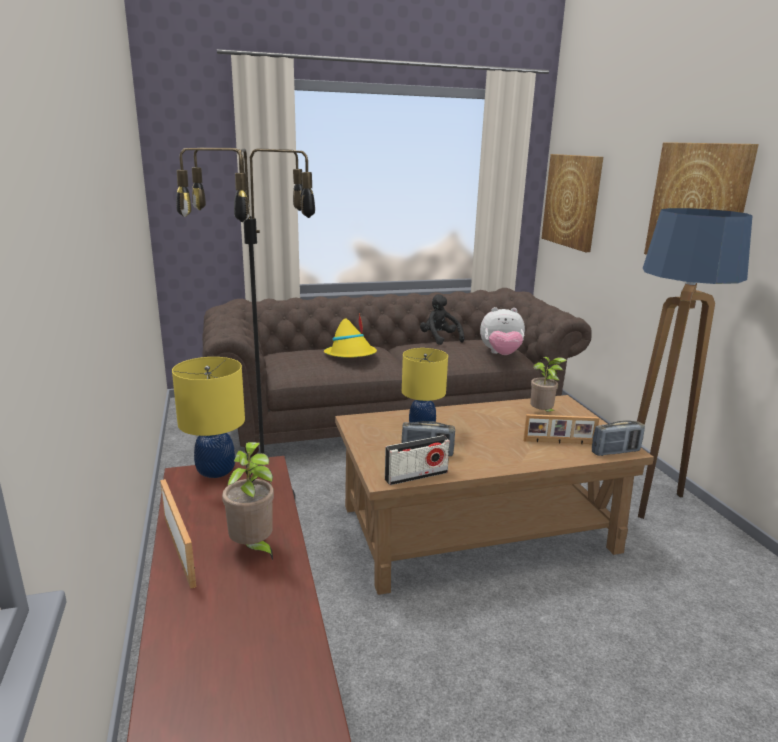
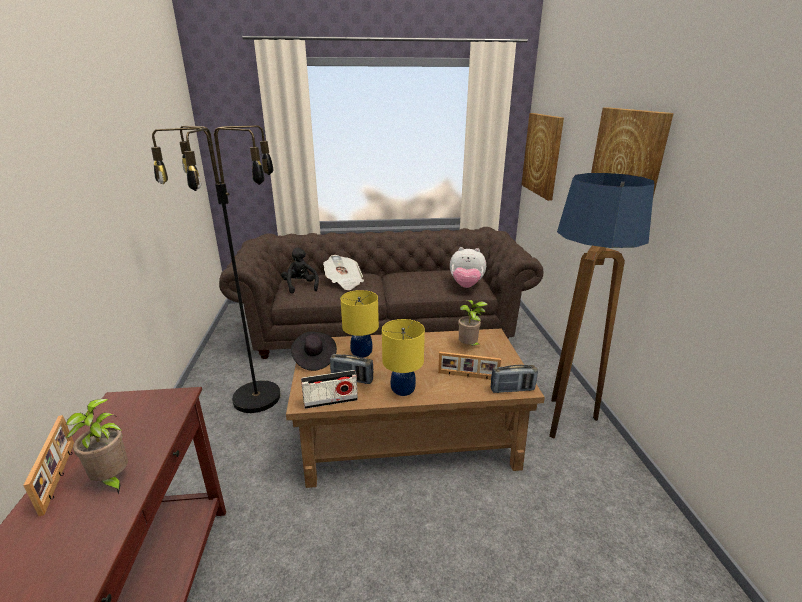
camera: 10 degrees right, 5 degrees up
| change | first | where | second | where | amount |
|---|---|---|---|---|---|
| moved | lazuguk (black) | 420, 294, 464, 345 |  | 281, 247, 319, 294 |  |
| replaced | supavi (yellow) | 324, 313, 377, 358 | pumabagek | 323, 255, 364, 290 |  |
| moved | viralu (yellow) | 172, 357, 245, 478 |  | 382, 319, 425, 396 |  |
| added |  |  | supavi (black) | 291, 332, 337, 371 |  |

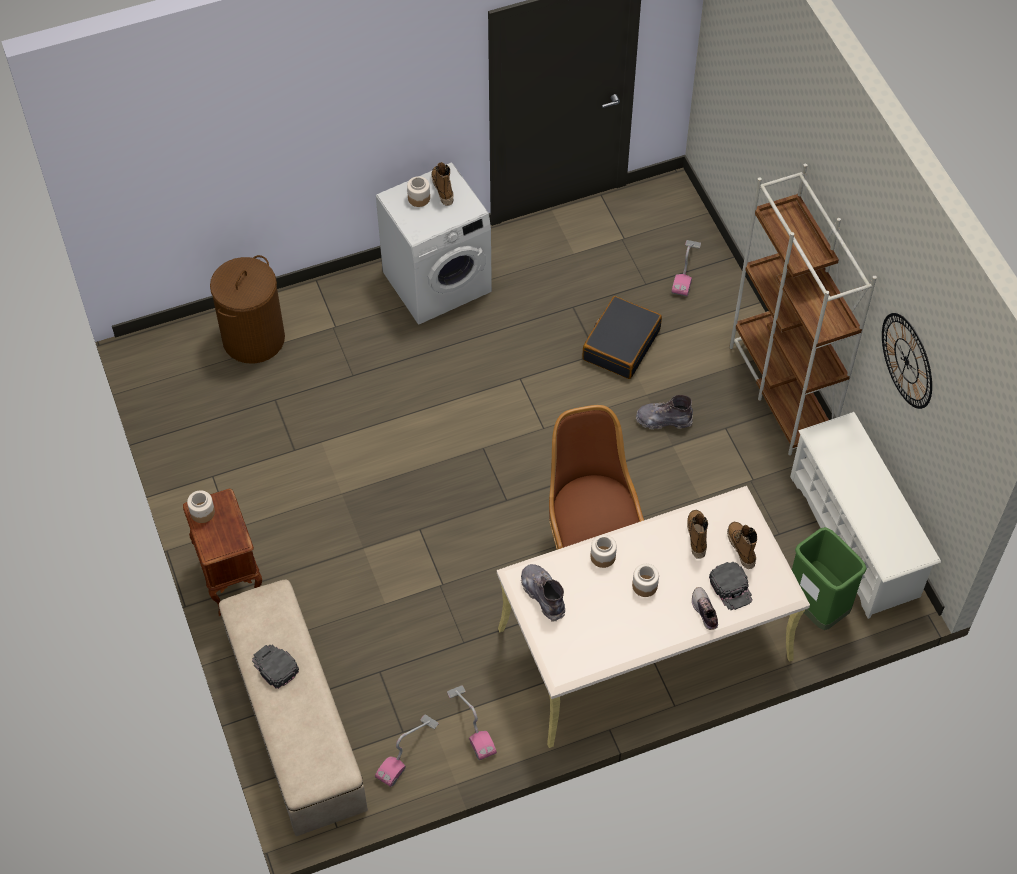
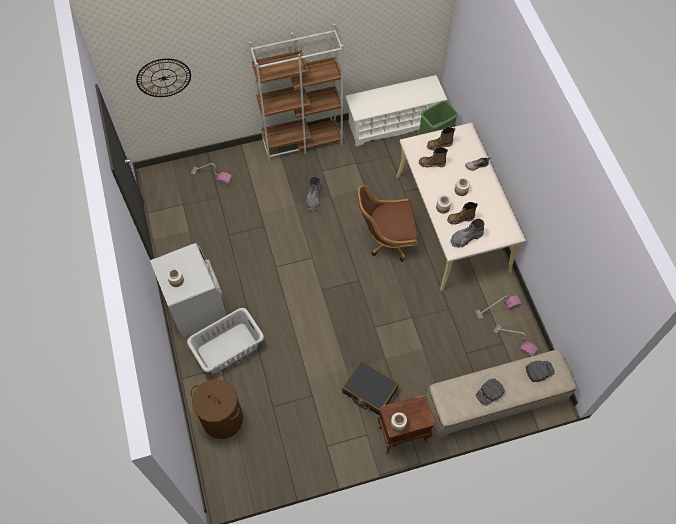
camera: 85 degrees left, 5 degrees up
| change | first | where | second | where | amount |
|---|---|---|---|---|---|
| moved | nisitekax | 432, 162, 453, 206 |  | 447, 202, 478, 225 |  |
| moved | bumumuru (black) | 582, 296, 662, 379 |  | 342, 360, 399, 416 |  |
| moved | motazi | 882, 313, 932, 409 |  | 136, 59, 191, 97 |  |
| moved | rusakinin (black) | 709, 562, 753, 610 |  | 526, 360, 555, 382 |  |
| added |  |  | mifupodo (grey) | 187, 308, 264, 373 |  |

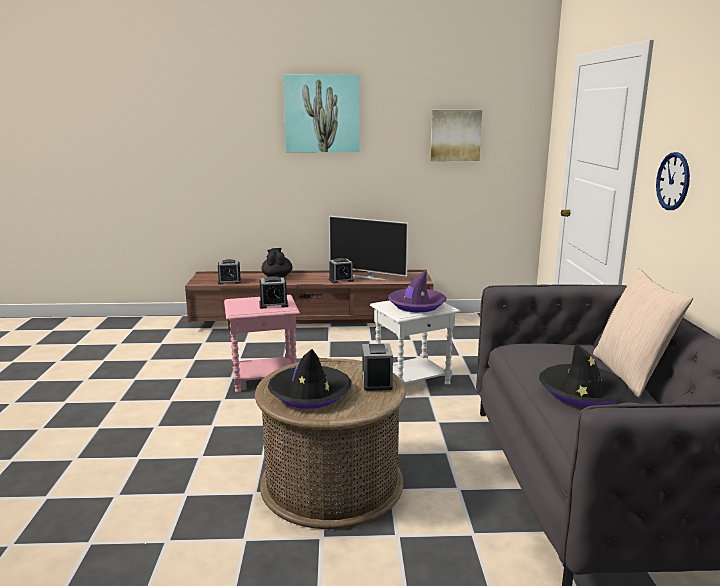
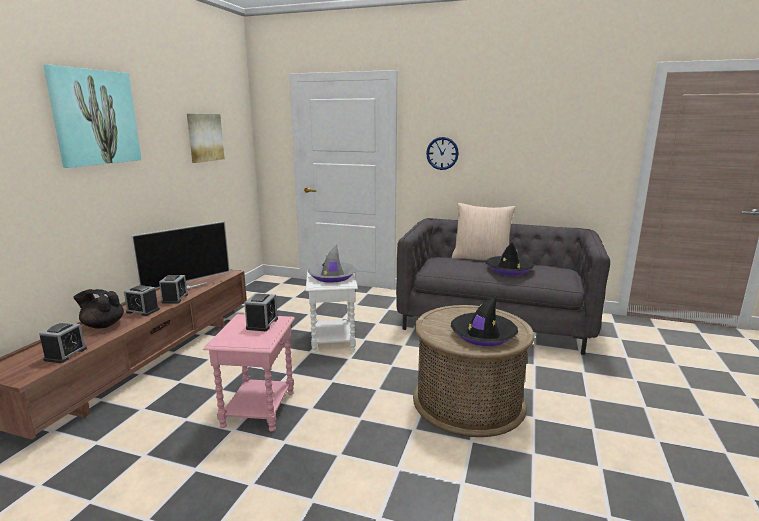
camera: 70 degrees left, 0 degrees up
| change | first | where | second | where | amount |
|---|---|---|---|---|---|
| recoloured | supavi (purple) | 388, 270, 446, 312 | supavi (grey) | 308, 245, 357, 283 |  |
| moved | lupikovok | 362, 343, 393, 391 |  | 124, 285, 160, 316 |  |

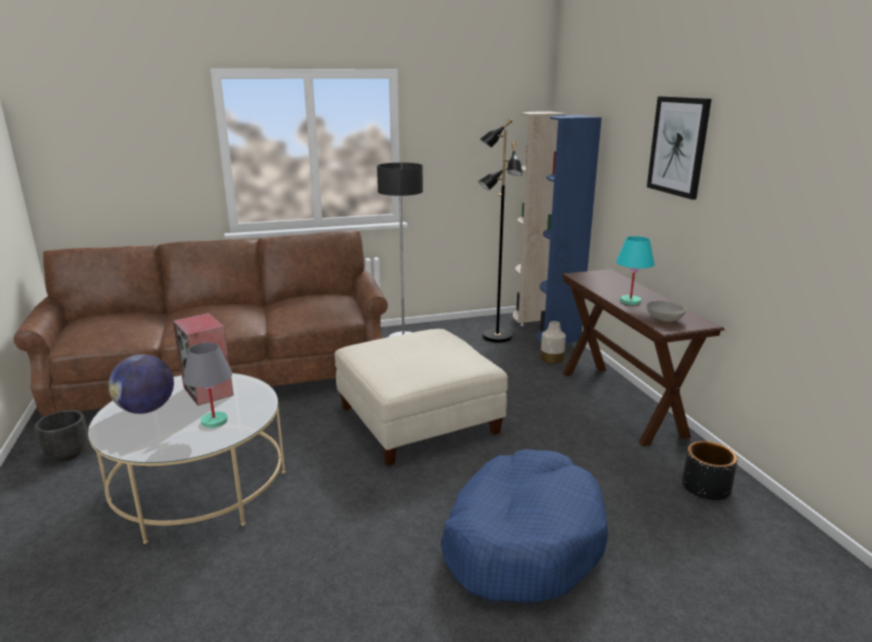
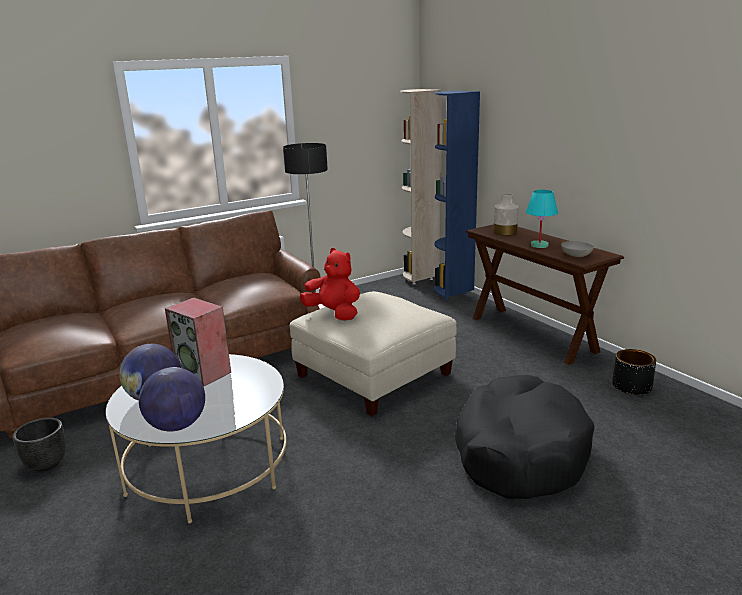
camera: 15 degrees left, 0 degrees up
| change | first | where | second | where | amount |
|---|---|---|---|---|---|
| removed | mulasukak | 647, 96, 711, 200 |  |  |  |
| removed | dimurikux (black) | 478, 118, 523, 343 |  |  |  |
| moved | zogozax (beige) | 540, 321, 566, 364 |  | 493, 193, 519, 236 |  |
| removed | viralu (grey) | 183, 342, 232, 428 |  |  |  |
| recoloured | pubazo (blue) | 441, 449, 608, 603 | pubazo (black) | 455, 375, 595, 499 |  |
| added |  |  | lazuguk (red) | 300, 248, 360, 321 |  |
| added |  |  | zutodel | 139, 367, 205, 431 |  |

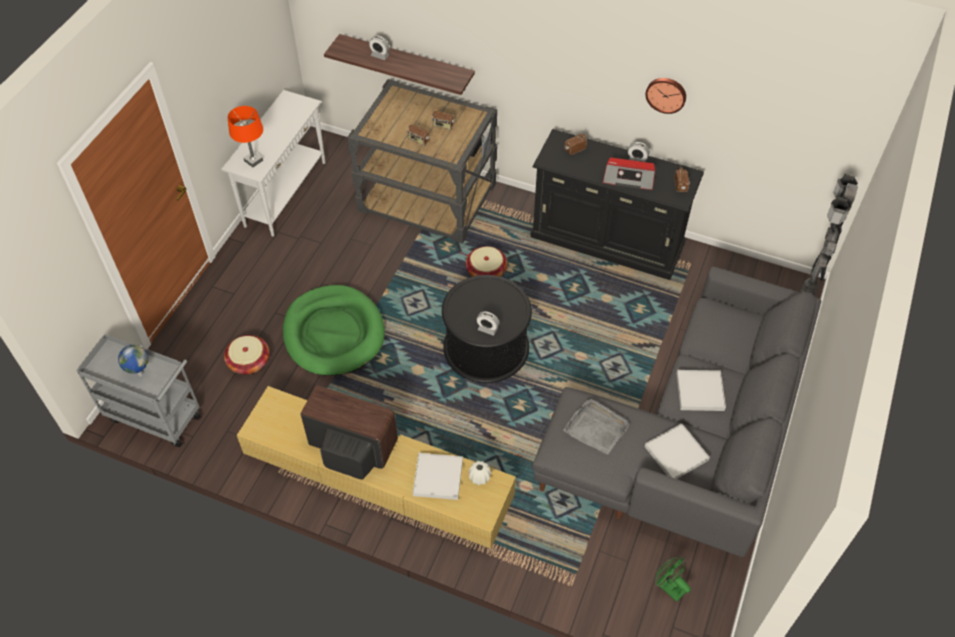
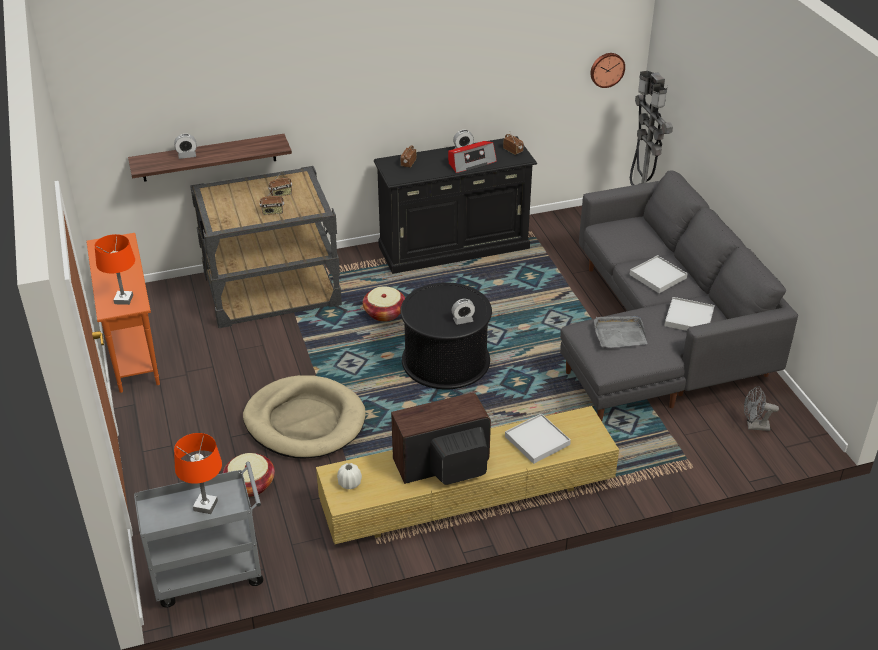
camera: 40 degrees left, 15 degrees down
| change | first | where | second | where | amount |
|---|---|---|---|---|---|
| moved | motazi | 645, 78, 686, 114 |  | 590, 53, 625, 88 |  |
| recoloured | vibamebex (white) | 221, 90, 325, 237 | vibamebex (orange) | 86, 233, 160, 393 |  |
| recoloured | pubazo (green) | 283, 285, 385, 376 | pubazo (beige) | 243, 375, 366, 459 |  |
| replaced | zutodel | 118, 345, 148, 376 | viralu (orange) | 174, 433, 222, 514 |  |
| moved | zogozax (white) | 469, 461, 491, 485 |  | 337, 463, 362, 489 |  |
| recoloured | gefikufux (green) | 656, 557, 691, 602 | gefikufux (grey) | 744, 386, 779, 431 |  |

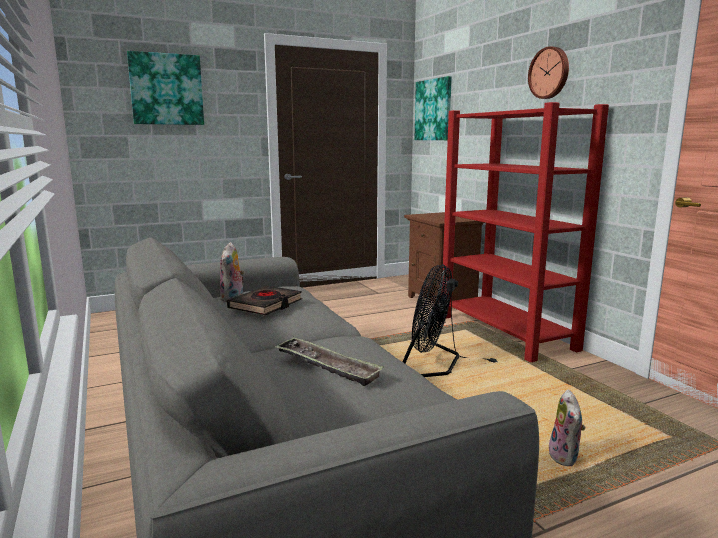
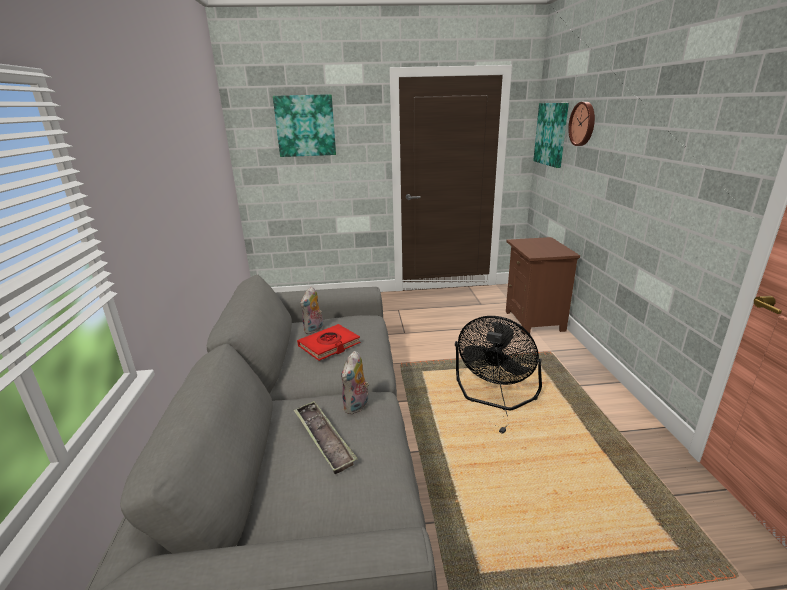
camera: 20 degrees right, 10 degrees up
| change | first | where | second | where | amount |
|---|---|---|---|---|---|
| moved | motazi | 528, 46, 569, 99 |  | 568, 102, 595, 146 |  |
| removed | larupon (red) | 442, 102, 609, 362 |  |  |  |
| turned | gefikufux (black) | 403, 264, 497, 377 |  | 455, 316, 542, 434 | 75 degrees clockwise |
| recoloured | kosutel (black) | 227, 286, 302, 315 | kosutel (red) | 297, 324, 361, 361 |  |
| moved | lazuguk | 549, 390, 585, 466 |  | 341, 351, 369, 414 |  |

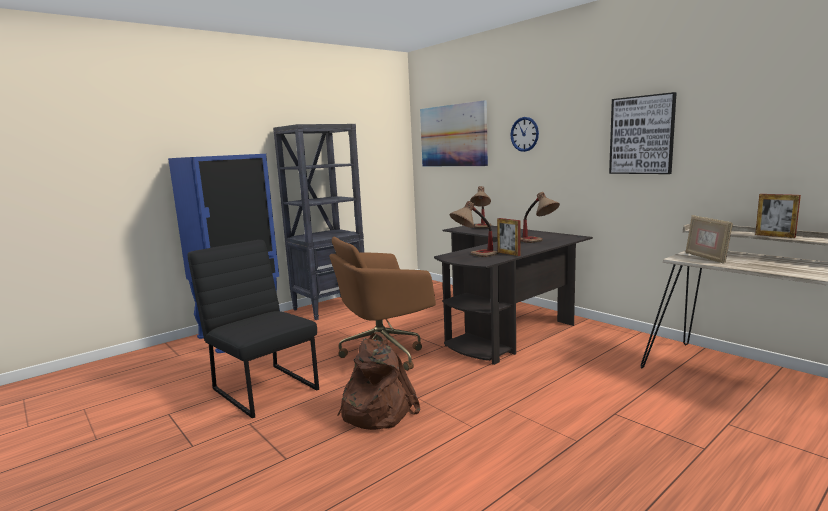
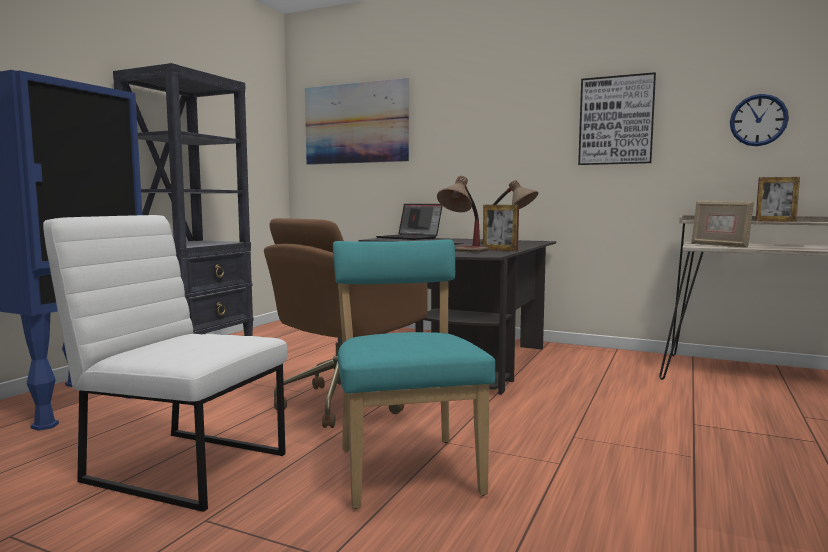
camera: 25 degrees left, 5 degrees down
| change | first | where | second | where | amount |
|---|---|---|---|---|---|
| moved | motazi | 510, 117, 539, 152 |  | 730, 94, 789, 146 |  |
| replaced | viralu | 470, 186, 491, 228 | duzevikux | 376, 204, 442, 240 |  |
| recoloured | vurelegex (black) | 188, 240, 319, 418 | vurelegex (white) | 43, 215, 287, 512 |  |
| replaced | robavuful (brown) | 337, 332, 420, 430 | vurelegex (turquoise) | 333, 239, 495, 509 |  |

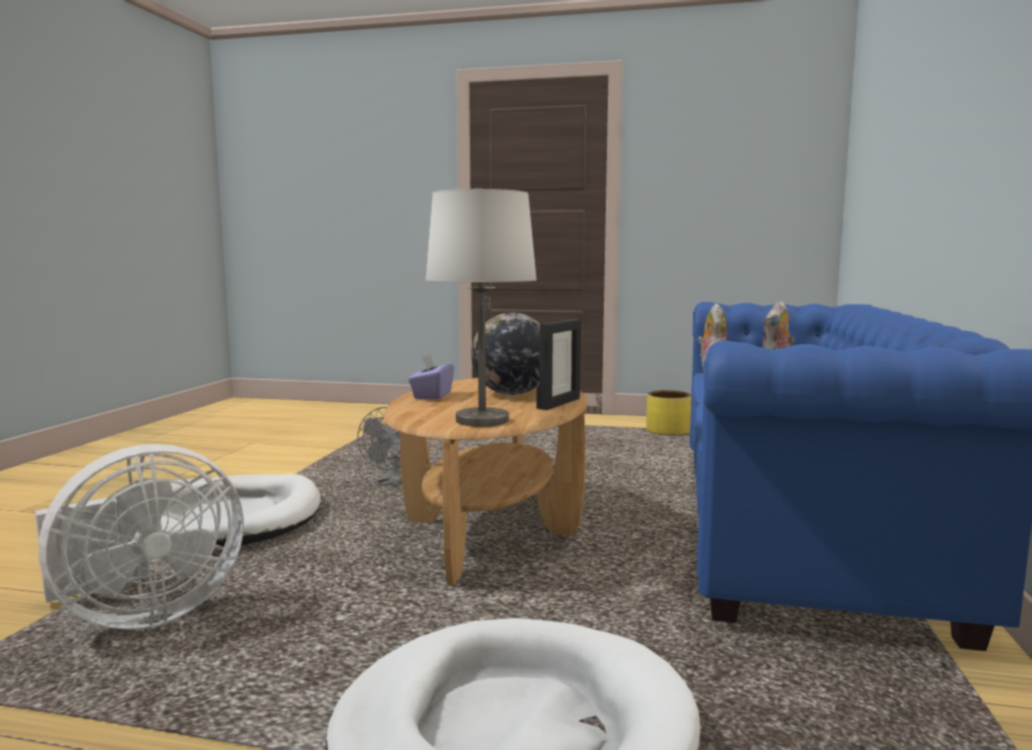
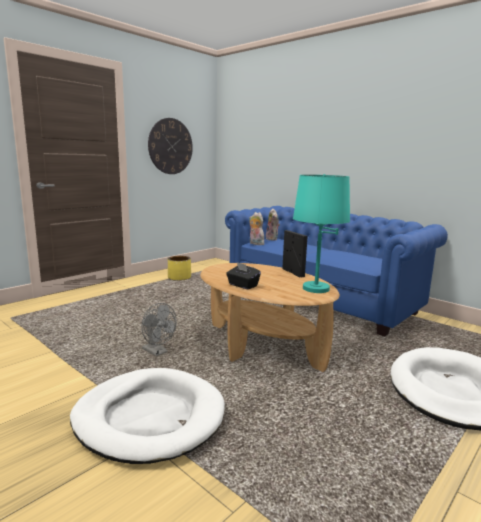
camera: 60 degrees left, 5 degrees up
| change | first | where | second | where | amount |
|---|---|---|---|---|---|
| recoloured | viralu (white) | 425, 189, 537, 427 | viralu (turquoise) | 293, 174, 350, 293 |  |
| removed | zutodel | 471, 313, 540, 395 |  |  |  |
| recoloured | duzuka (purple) | 409, 354, 454, 400 | duzuka (black) | 226, 262, 261, 289 |  |
| removed | gefikufux (white) | 35, 444, 244, 630 |  |  |  |
| added |  |  | motazi | 148, 118, 193, 174 |  |

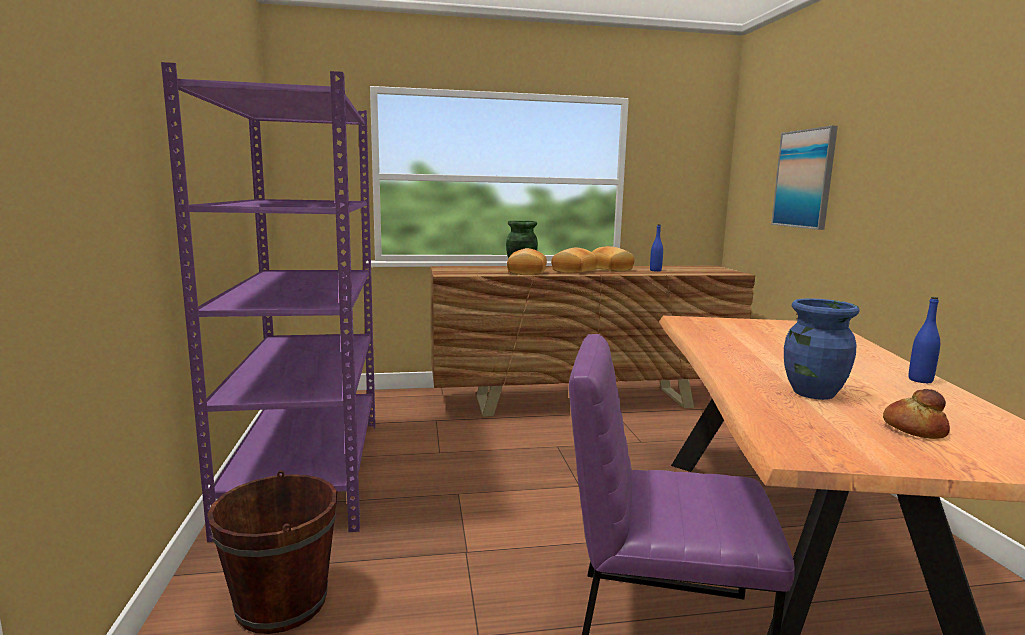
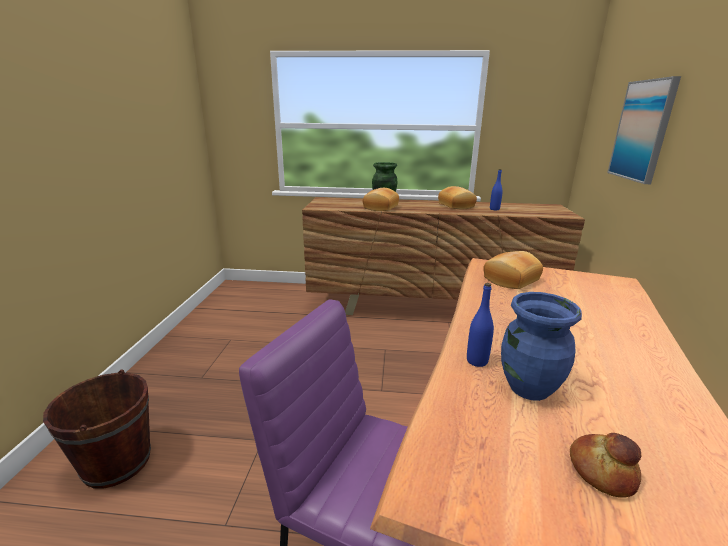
camera: 15 degrees right, 10 degrees up
| change | first | where | second | where | amount |
|---|---|---|---|---|---|
| removed | larupon (purple) | 161, 62, 376, 542 |  |  |  |
| moved | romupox | 551, 248, 597, 273 |  | 483, 251, 543, 289 |  |
| moved | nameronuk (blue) | 909, 297, 940, 383 |  | 467, 283, 494, 367 |  |

